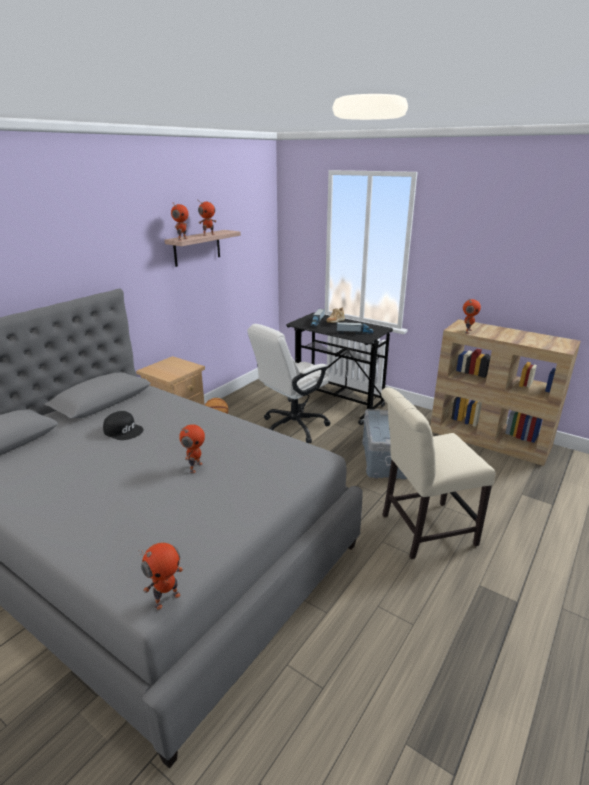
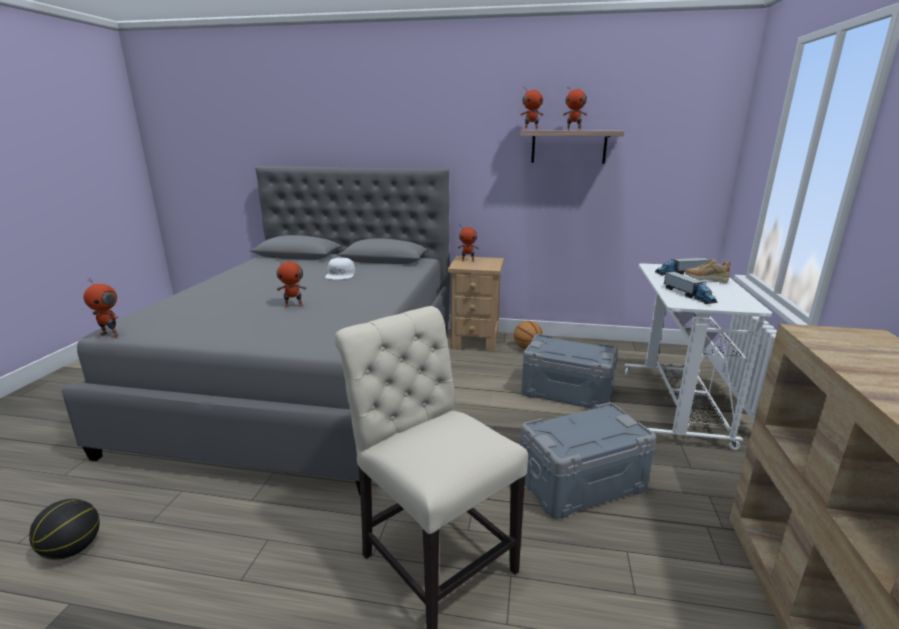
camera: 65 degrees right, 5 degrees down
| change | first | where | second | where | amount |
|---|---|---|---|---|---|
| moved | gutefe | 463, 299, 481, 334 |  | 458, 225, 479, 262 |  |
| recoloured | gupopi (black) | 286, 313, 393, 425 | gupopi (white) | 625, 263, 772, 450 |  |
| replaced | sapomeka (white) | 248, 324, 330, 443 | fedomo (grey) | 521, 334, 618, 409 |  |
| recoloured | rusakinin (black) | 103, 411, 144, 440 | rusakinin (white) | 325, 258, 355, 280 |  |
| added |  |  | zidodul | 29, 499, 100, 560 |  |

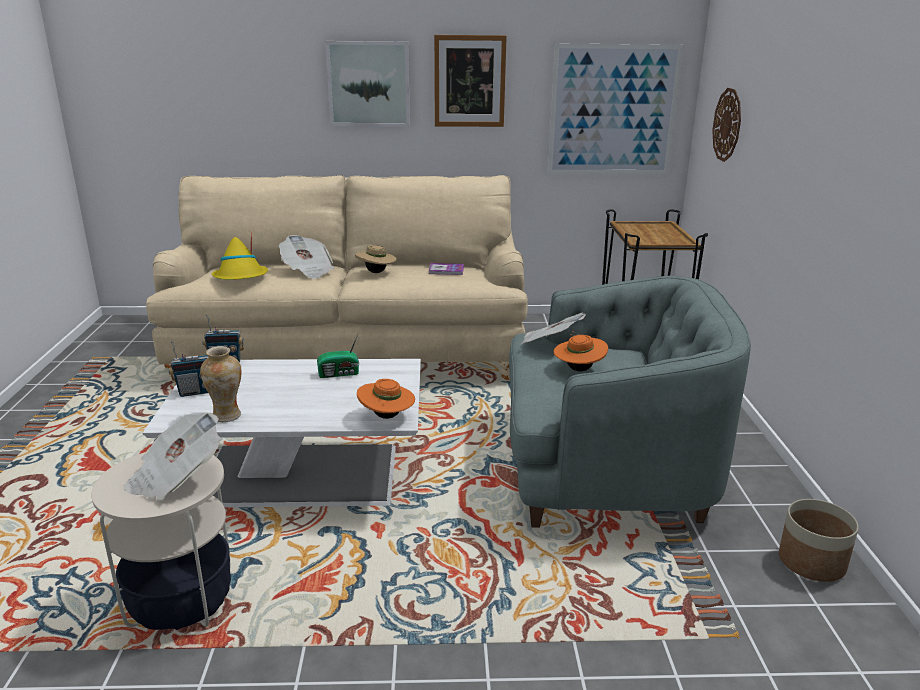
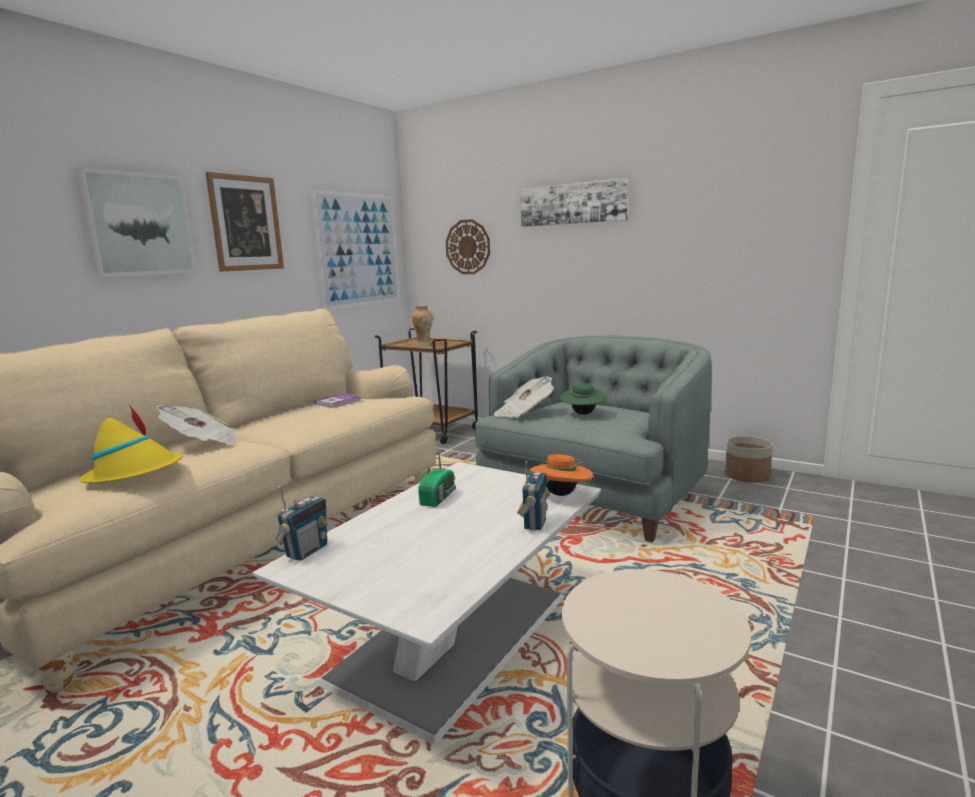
camera: 55 degrees left, 10 degrees down
| change | first | where | second | where | amount |
|---|---|---|---|---|---|
| removed | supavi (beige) | 355, 245, 397, 273 |  |  |  |
| recoloured | supavi (orange) | 554, 331, 608, 371 | supavi (green) | 560, 383, 606, 415 |  |
| moved | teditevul | 168, 341, 209, 397 |  | 517, 461, 550, 530 |  |
| moved | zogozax | 200, 346, 242, 422 |  | 412, 305, 433, 346 |  |
| removed | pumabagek | 124, 413, 220, 501 |  |  |  |
| added |  |  | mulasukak | 521, 178, 628, 227 |  |

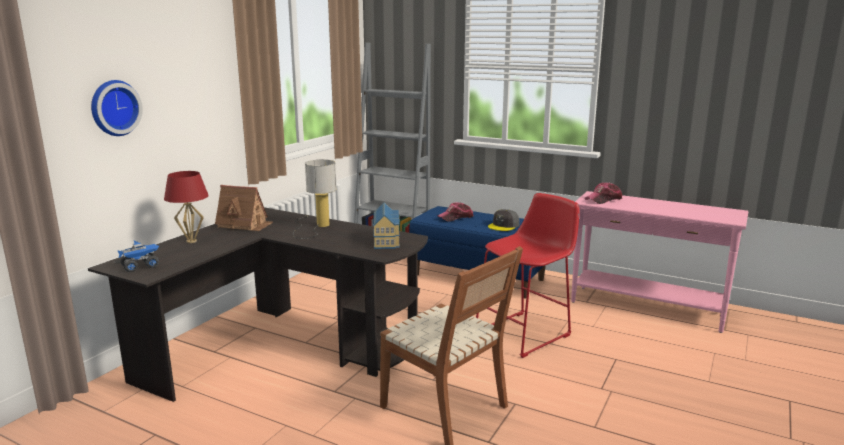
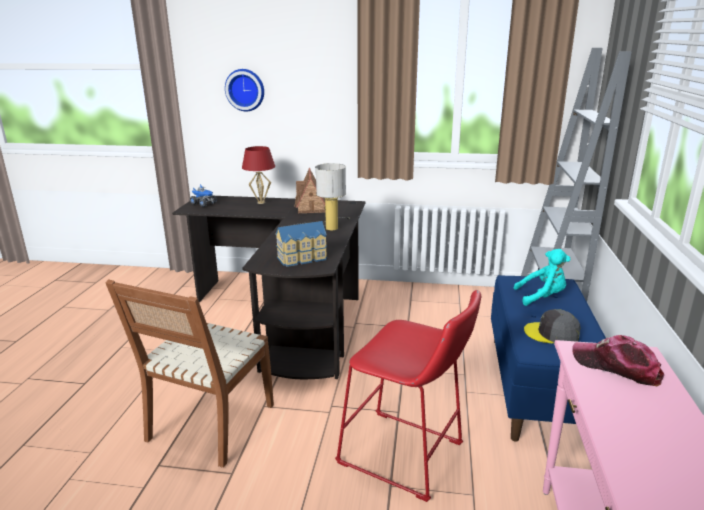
camera: 70 degrees right, 5 degrees up
| change | first | where | second | where | amount |
|---|---|---|---|---|---|
| replaced | rusakinin | 438, 202, 473, 222 | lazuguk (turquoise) | 514, 249, 570, 306 |  |

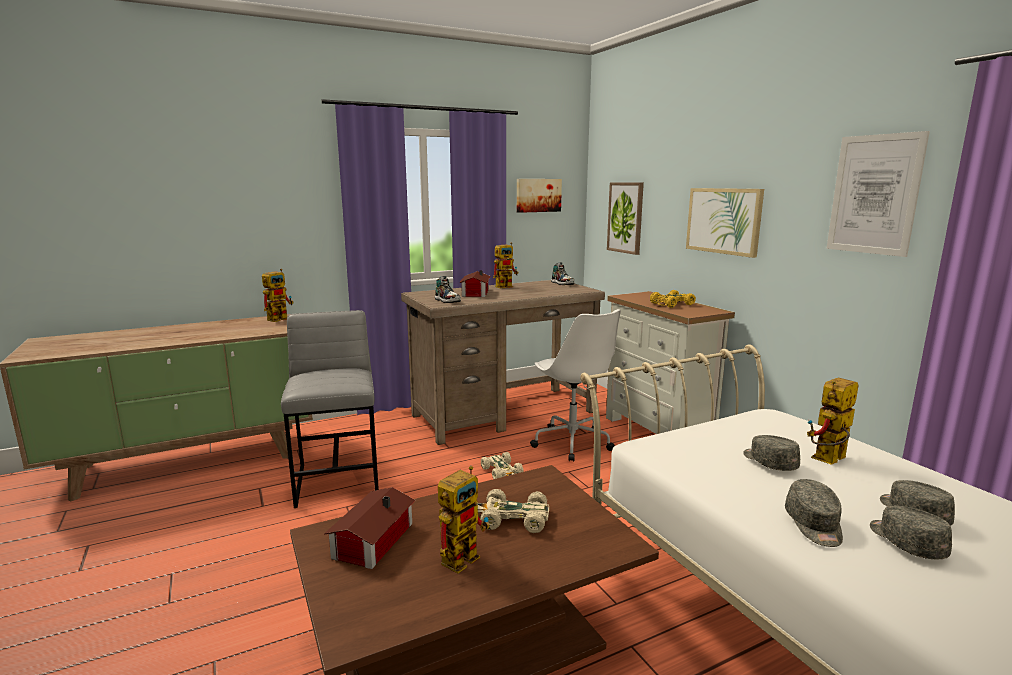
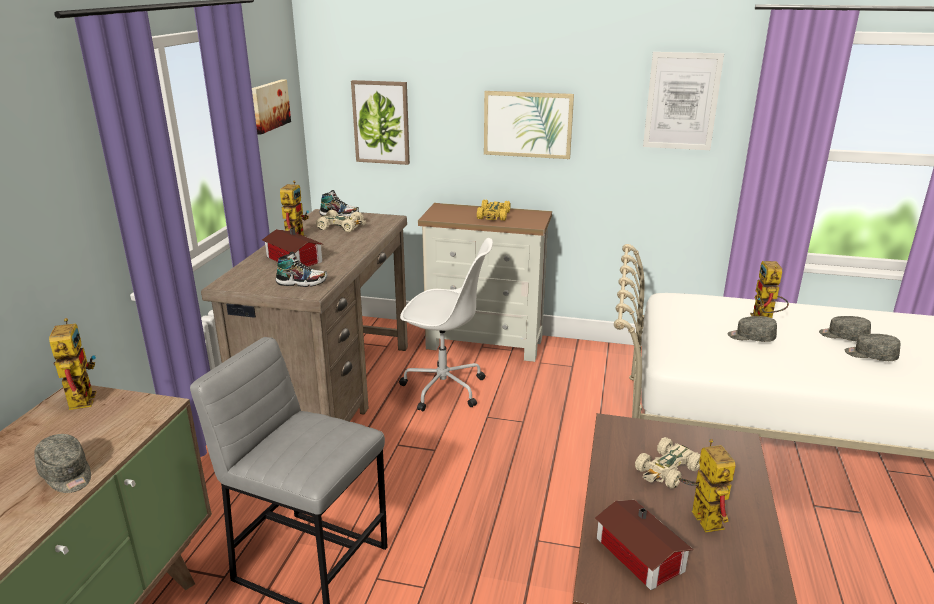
camera: 50 degrees left, 10 degrees up
| change | first | where | second | where | amount |
|---|---|---|---|---|---|
| moved | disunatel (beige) | 481, 452, 524, 479 |  | 316, 210, 366, 232 |  |
| moved | rusakinin (grey) | 785, 479, 843, 547 |  | 34, 434, 91, 493 |  |

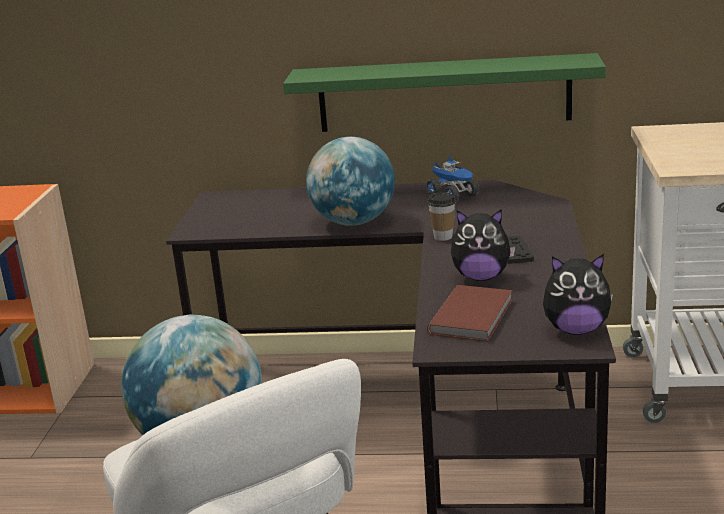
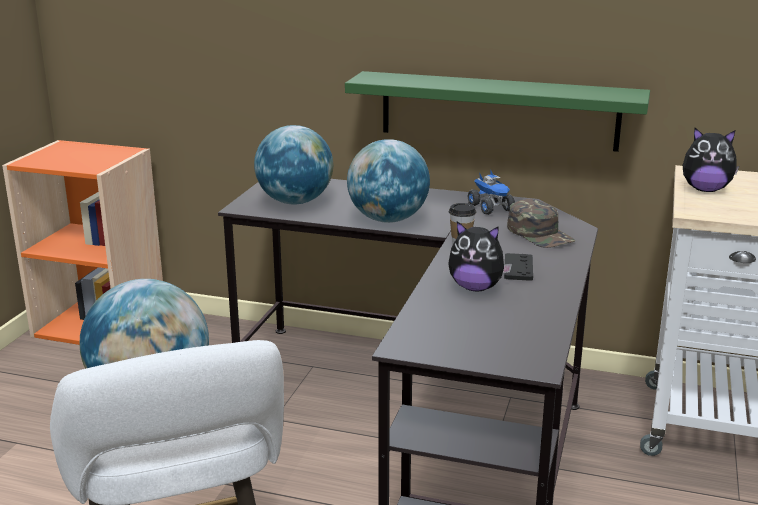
camera: 10 degrees right, 0 degrees up
| change | first | where | second | where | amount |
|---|---|---|---|---|---|
| moved | lazuguk | 543, 254, 613, 335 |  | 683, 128, 739, 192 |  |
| removed | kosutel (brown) | 427, 285, 513, 341 |  |  |  |
| added |  |  | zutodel | 254, 125, 333, 204 |  |
| added |  |  | rusakinin (green) | 507, 199, 575, 248 |  |

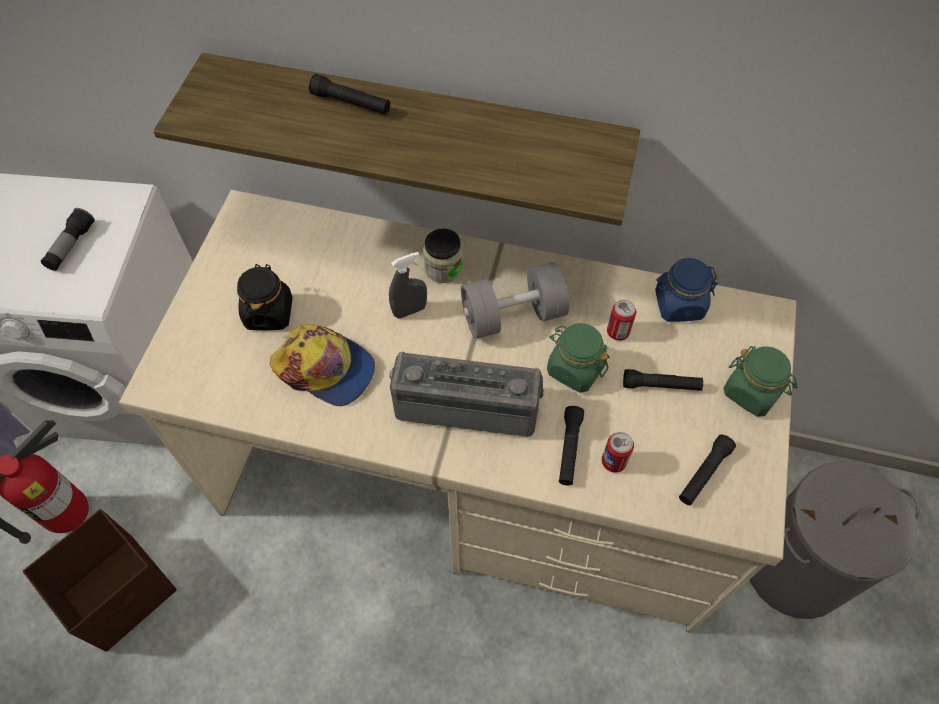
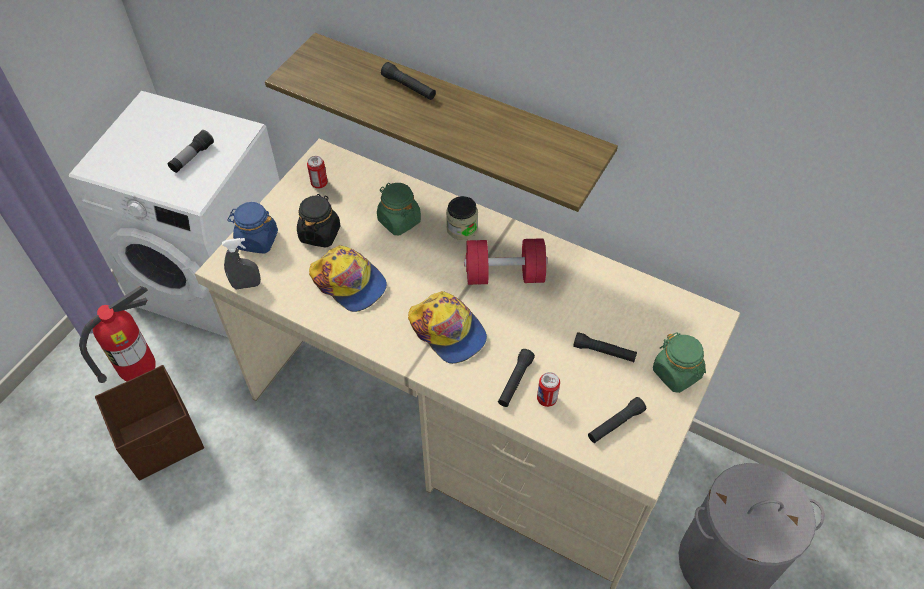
camera: 15 degrees right, 5 degrees down
| change | first | where | second | where | amount |
|---|---|---|---|---|---|
| moved | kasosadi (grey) | 389, 252, 427, 319 |  | 222, 238, 261, 289 |  |
| moved | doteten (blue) | 655, 258, 718, 322 |  | 227, 202, 278, 254 |  |
| recoloured | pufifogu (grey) | 461, 262, 569, 339 | pufifogu (red) | 464, 238, 548, 285 |  |
| moved | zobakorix | 607, 300, 636, 341 |  | 307, 156, 328, 189 |  |
| moved | doteten (green) | 547, 323, 610, 393 |  | 377, 183, 421, 235 |  |
| replaced | teditevul | 390, 351, 544, 437 | rusakinin | 408, 291, 487, 364 |  |

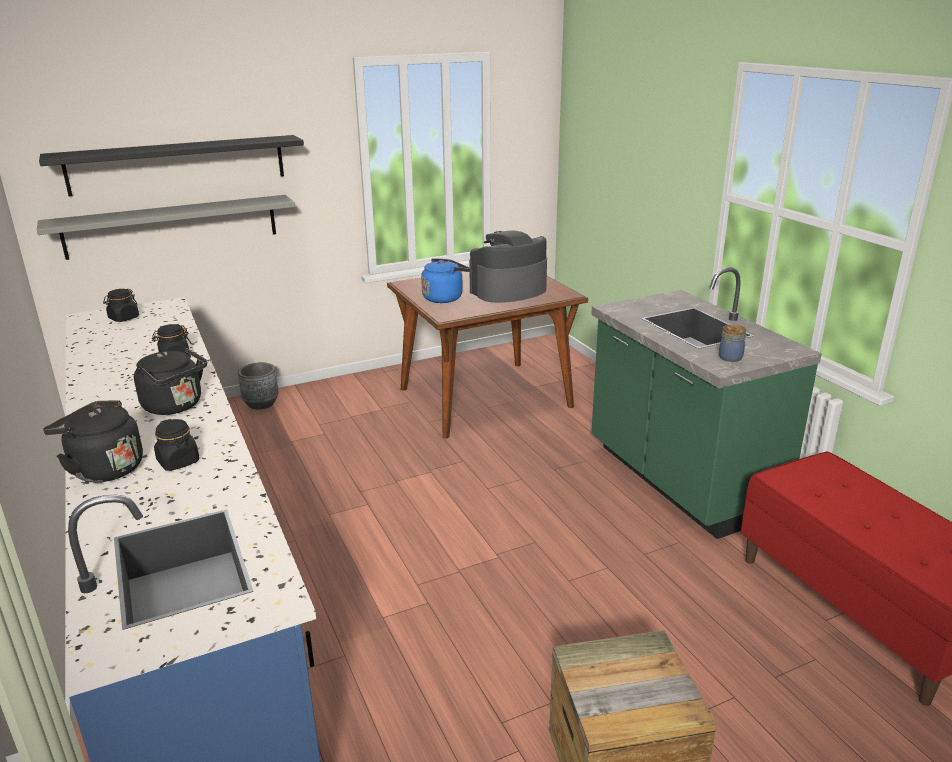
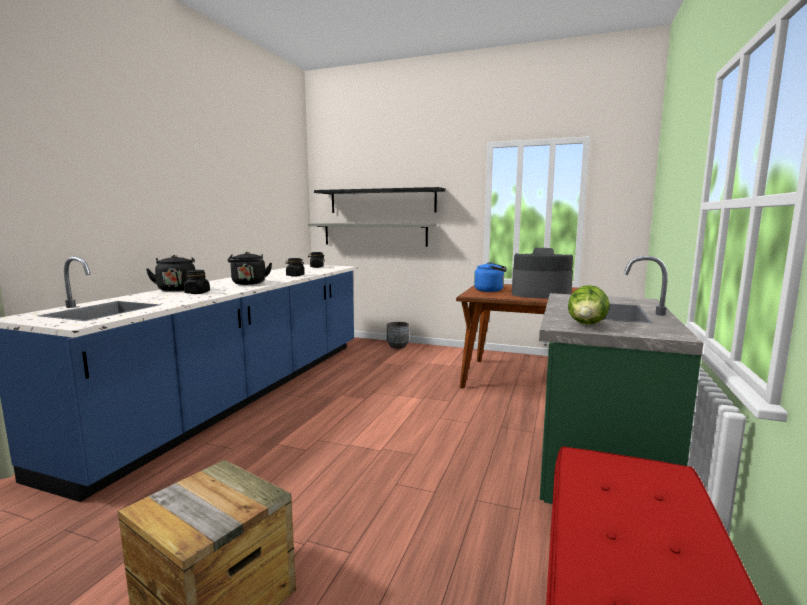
camera: 45 degrees right, 15 degrees down
| change | first | where | second | where | amount |
|---|---|---|---|---|---|
| replaced | doteten | 719, 324, 747, 362 | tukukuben | 568, 285, 610, 325 |  |

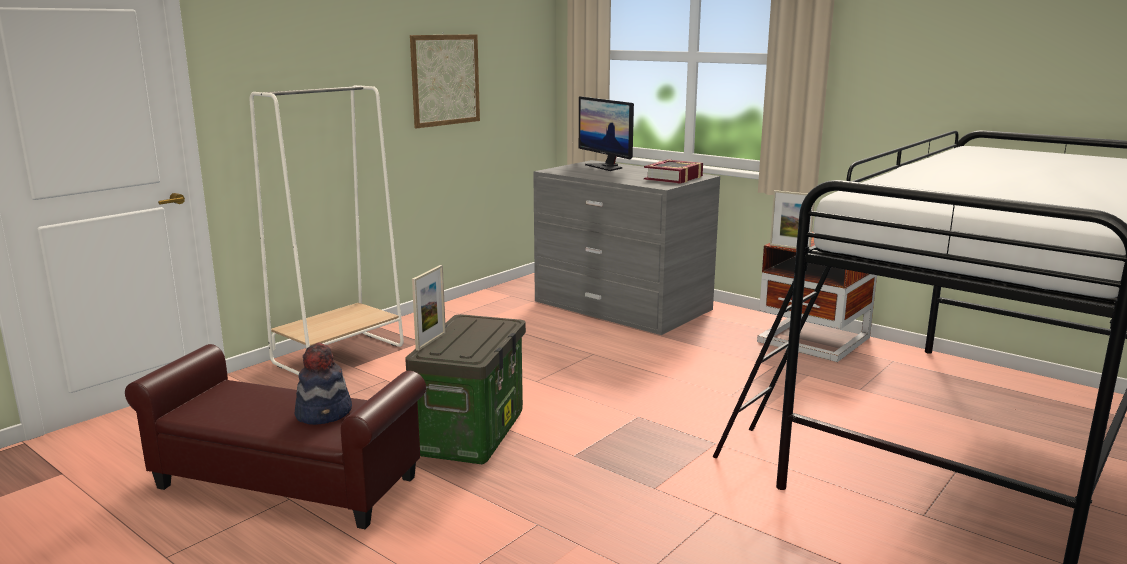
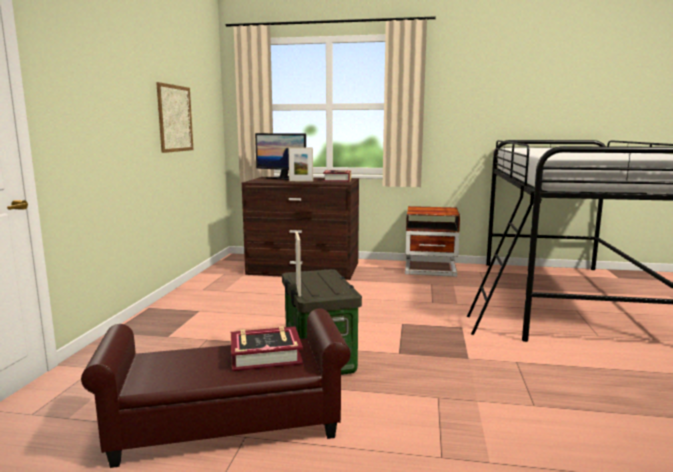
camera: 30 degrees left, 5 degrees down
| change | first | where | second | where | amount |
|---|---|---|---|---|---|
| removed | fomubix | 250, 85, 404, 375 |  |  |  |
| recoloured | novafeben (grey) | 533, 160, 720, 335 | novafeben (brown) | 242, 177, 359, 280 |  |
| moved | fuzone | 770, 190, 815, 249 |  | 289, 148, 313, 181 |  |
| replaced | supavi | 295, 342, 352, 425 | kosutel | 231, 326, 303, 371 |  |

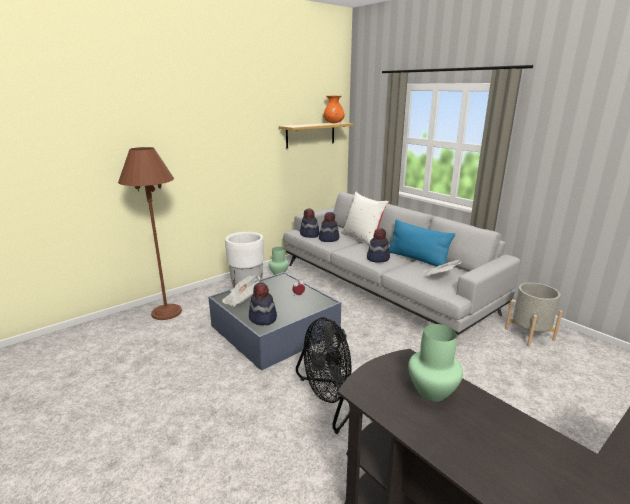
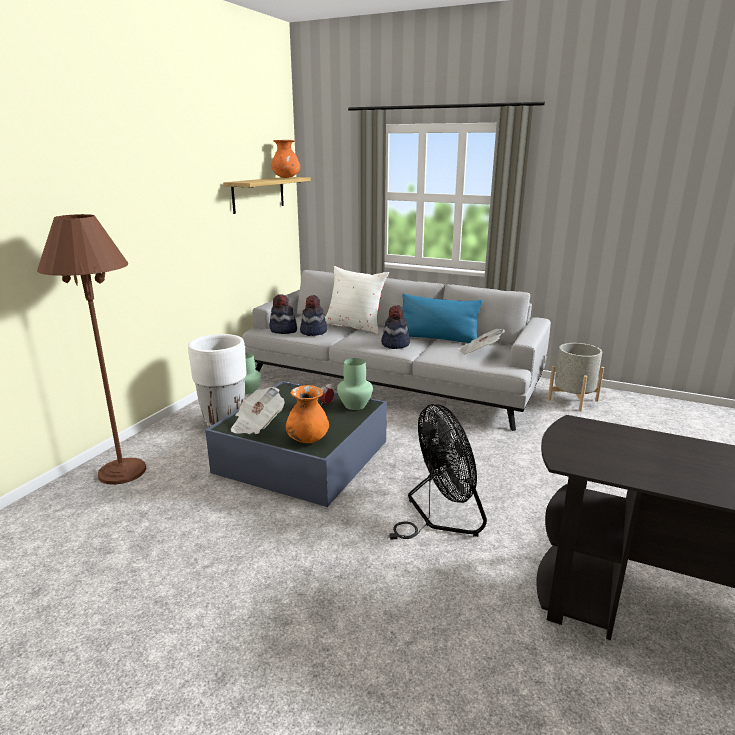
camera: 25 degrees left, 0 degrees up
| change | first | where | second | where | amount |
|---|---|---|---|---|---|
| replaced | supavi | 249, 282, 277, 325 | zogozax (orange) | 286, 385, 329, 443 |  |
| turned | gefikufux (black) | 296, 317, 351, 434 |  | 388, 404, 487, 540 | 150 degrees counterclockwise |
| moved | zogozax (green) | 408, 324, 463, 401 |  | 337, 358, 373, 410 |  |

